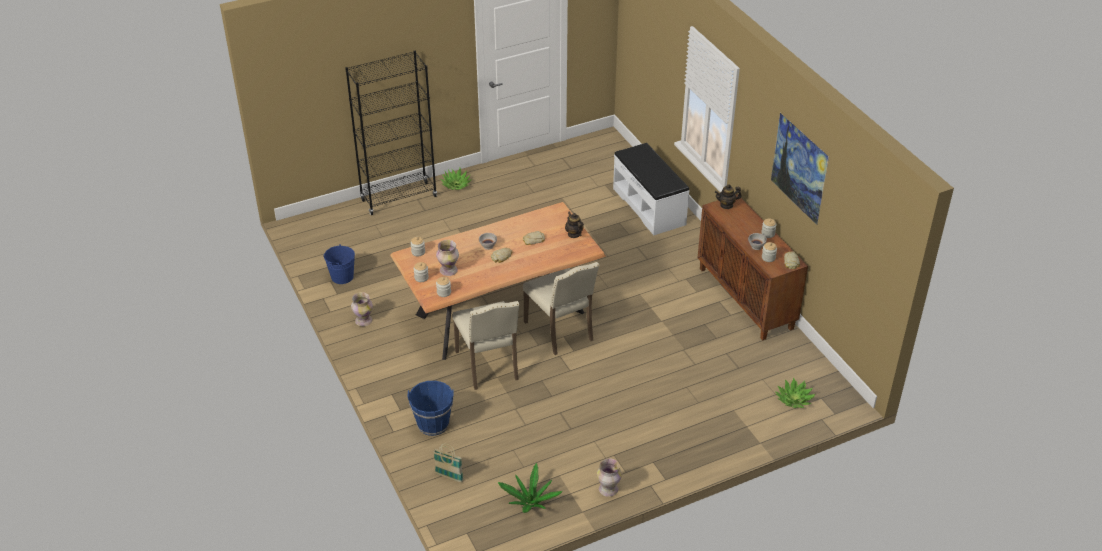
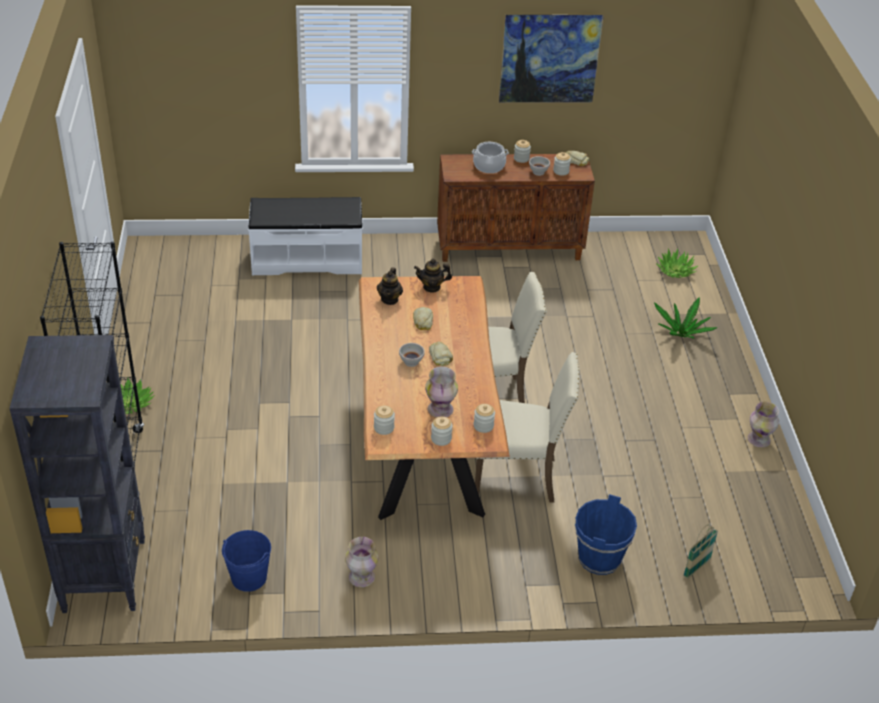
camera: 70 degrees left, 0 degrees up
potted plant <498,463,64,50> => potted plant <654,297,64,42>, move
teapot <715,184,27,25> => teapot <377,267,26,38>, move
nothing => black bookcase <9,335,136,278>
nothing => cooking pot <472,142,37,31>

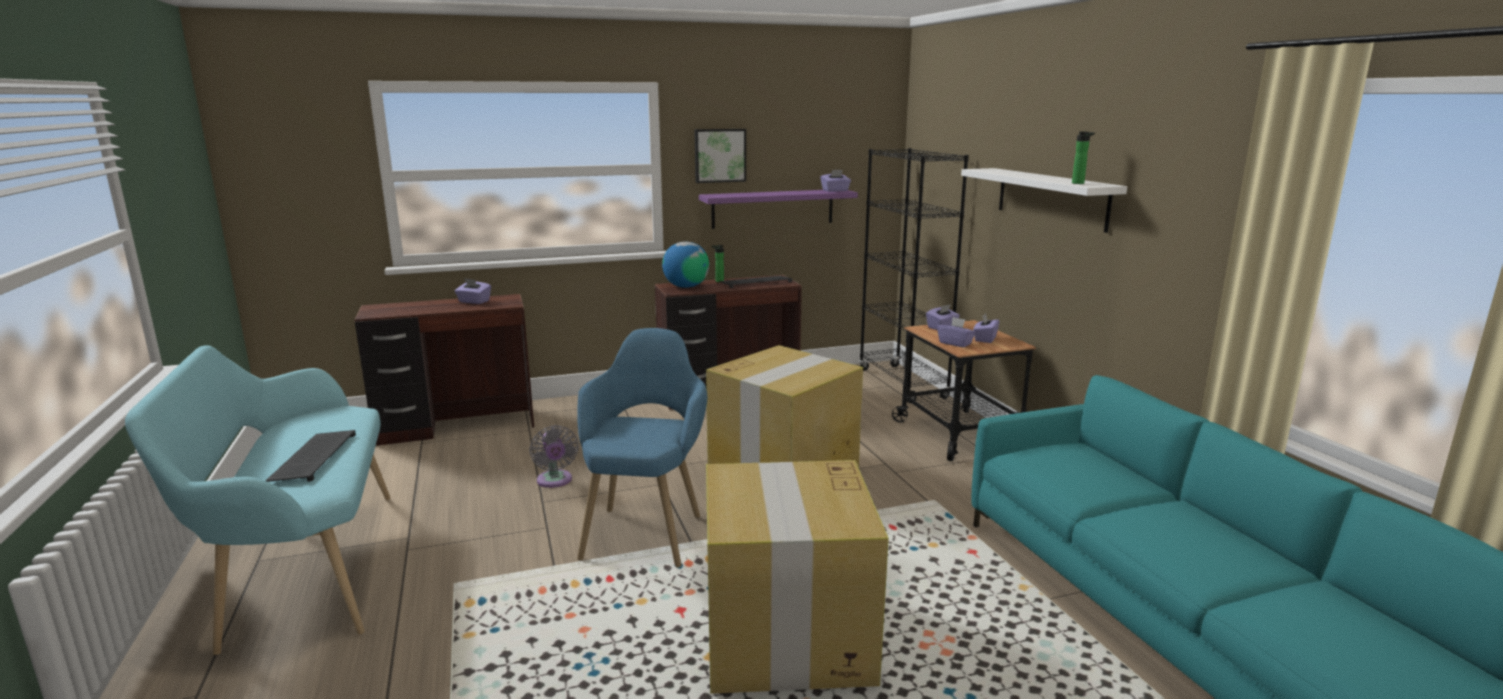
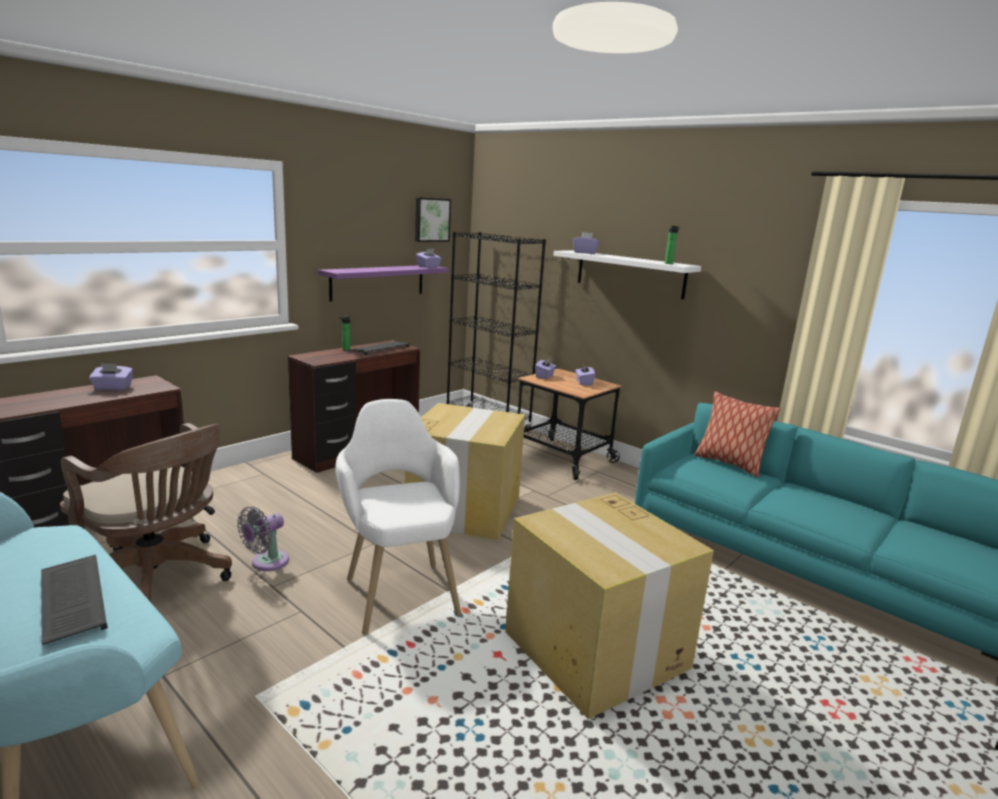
camera: 30 degrees left, 0 degrees up
grey fan <529,425,50,63> => grey fan <237,506,52,65>, 90 degrees clockwise
blue armchair <577,328,130,239> => white armchair <335,399,127,236>
globe <662,242,47,46> => nothing
picture <694,129,52,54> => picture <415,197,36,45>, move
purple tissue box <937,317,39,30> => purple tissue box <573,232,26,22>, move
nothing => brown office chair <60,423,172,178>
nothing => pillow <695,391,86,86>

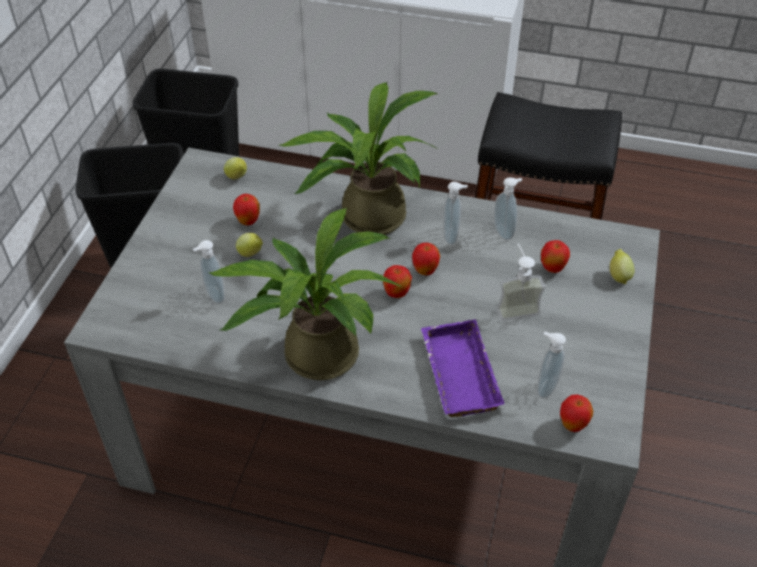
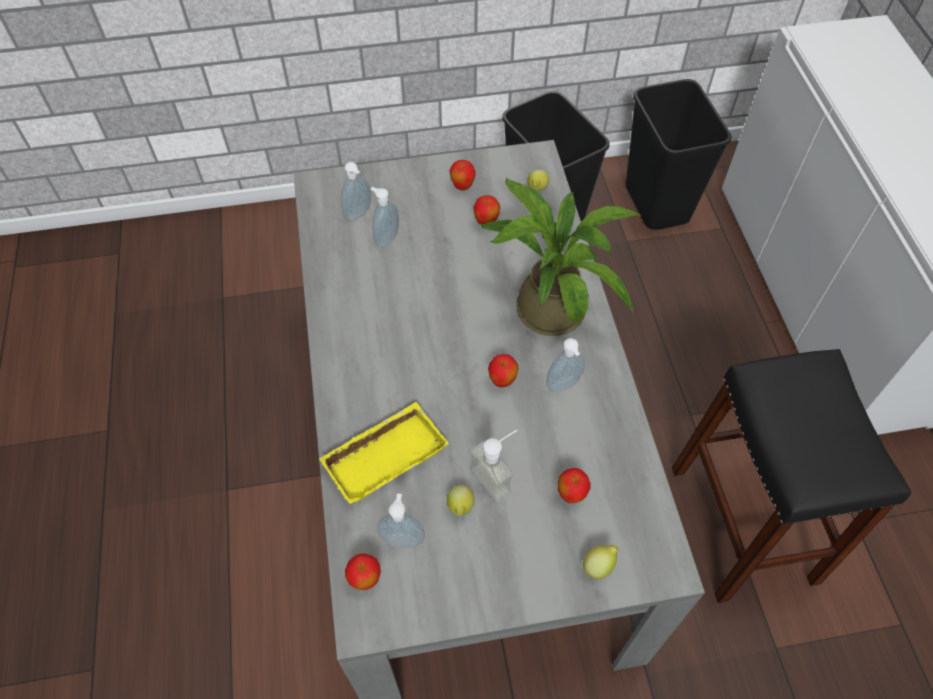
camera: 65 degrees right, 10 degrees up
potted plant <208,208,193,172> => nothing
lemon <236,233,27,24> => lemon <447,485,28,31>, move
apple <383,265,29,33> => apple <450,160,26,30>, move
purple tray <421,319,84,98> => yellow tray <319,402,130,102>
soap dispenser <494,177,28,63> => soap dispenser <341,162,30,58>, move

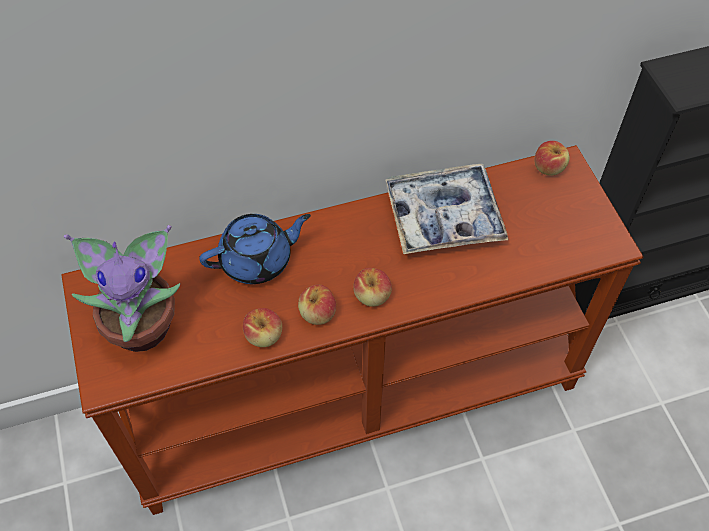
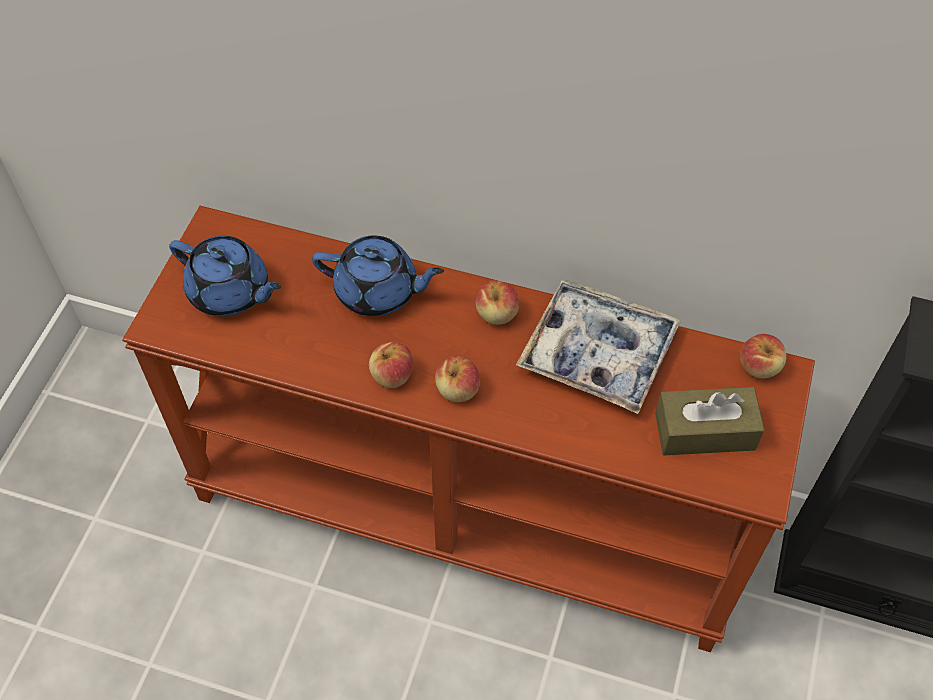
camera: 35 degrees right, 0 degrees up
potted plant <64,225,116,127> => blue teapot <169,236,112,81>
apple <243,308,39,39> => apple <476,280,43,45>, move
nothing => brown tissue box <655,387,110,68>

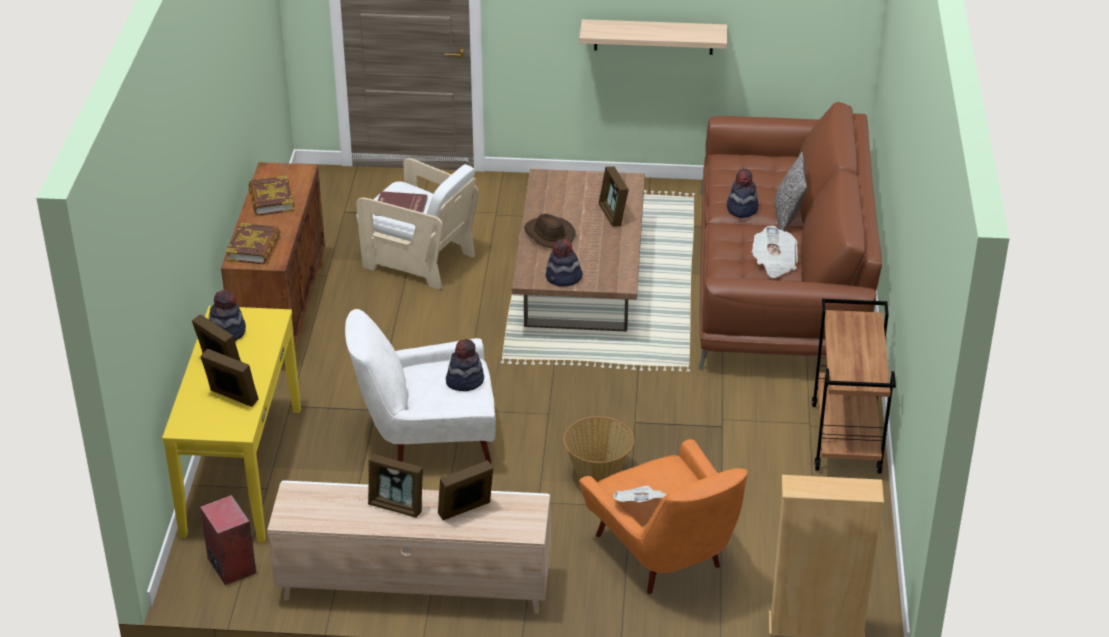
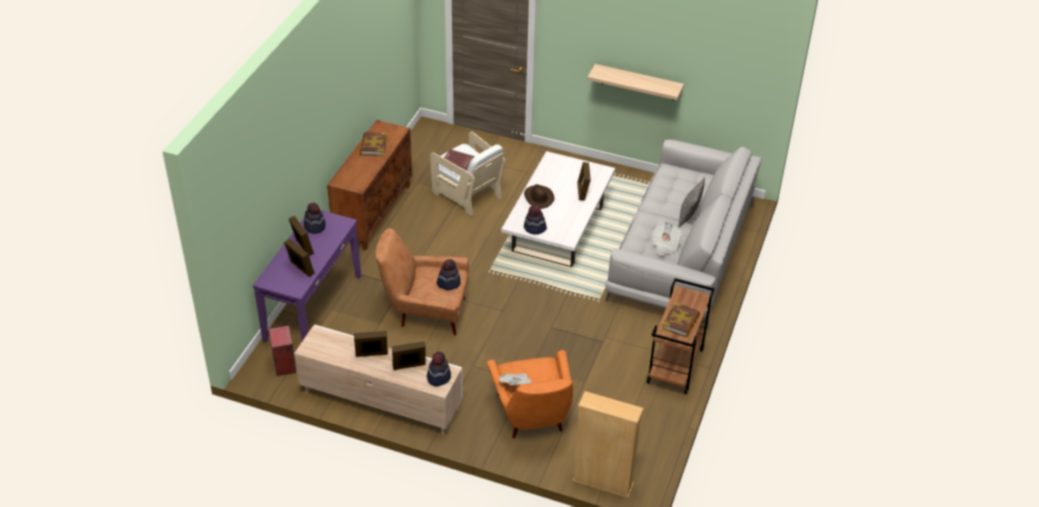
camera: 15 degrees right, 5 degrees up
yellow console table <162,306,139,236> => purple console table <253,210,108,132>
book <226,223,55,41> => book <662,302,38,35>, move
white armchair <345,309,151,155> => brown armchair <375,228,94,107>
picture frame <368,454,55,64> => picture frame <354,331,34,26>, 135 degrees clockwise
brown coffee table <512,169,133,163> => white coffee table <501,151,114,116>
basket <563,416,71,66> => nothing
brown sofa <699,102,183,268> => grey sofa <605,139,156,190>
hat <727,169,32,49> => hat <427,352,24,34>, move

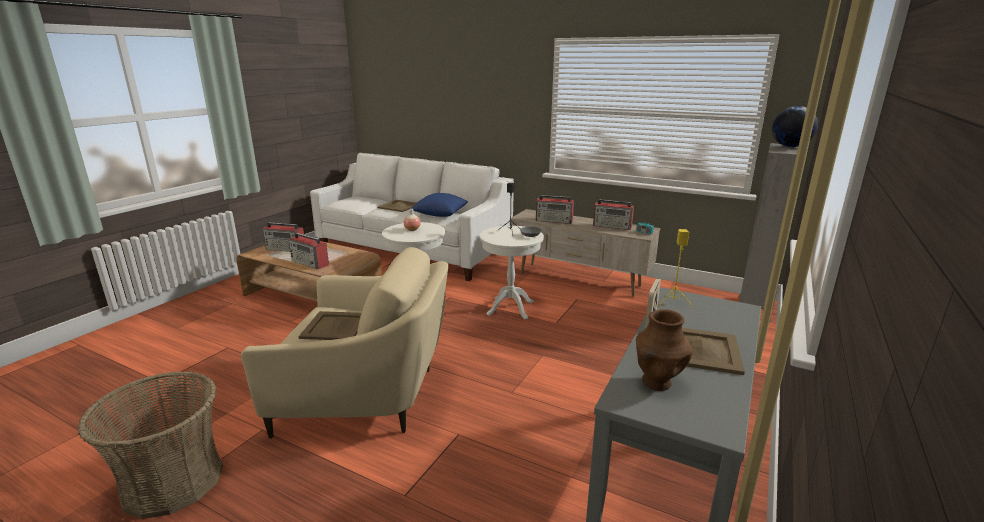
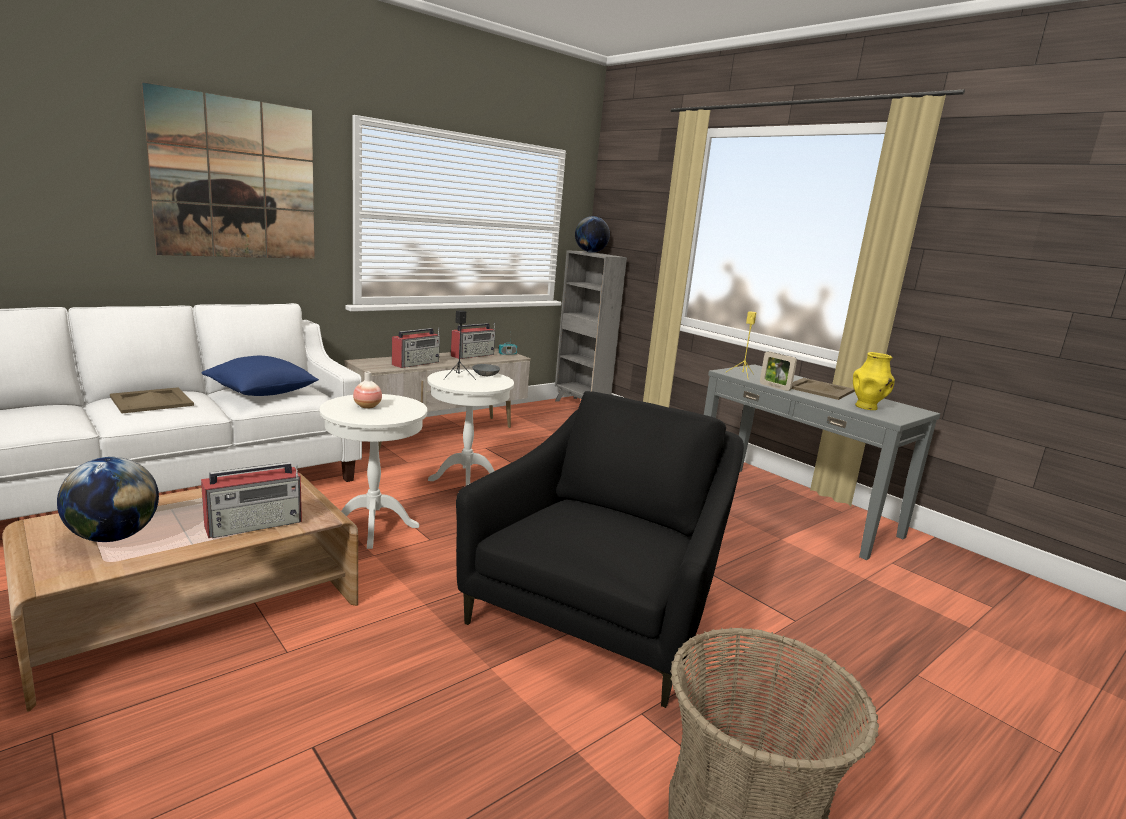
camera: 70 degrees left, 5 degrees down
beige armchair <241,247,207,191> => black armchair <456,391,288,317>
radio <263,222,41,30> => globe <57,457,102,85>
beige tray <299,311,63,29> => nothing
brown vase <636,309,56,82> => yellow vase <853,352,42,58>
nothing => picture <142,82,173,177>

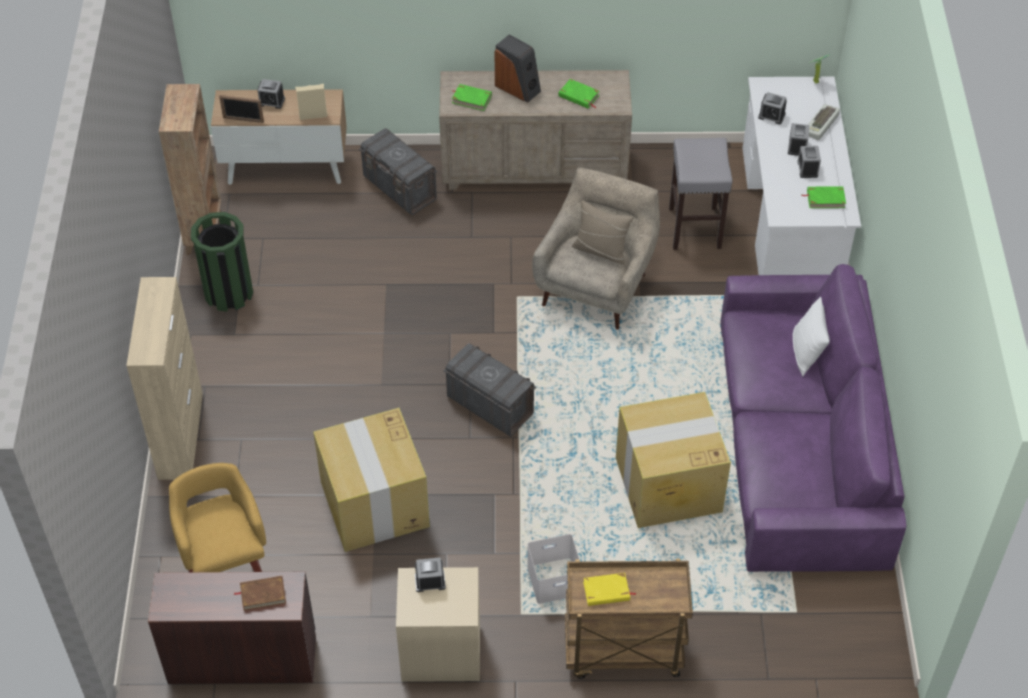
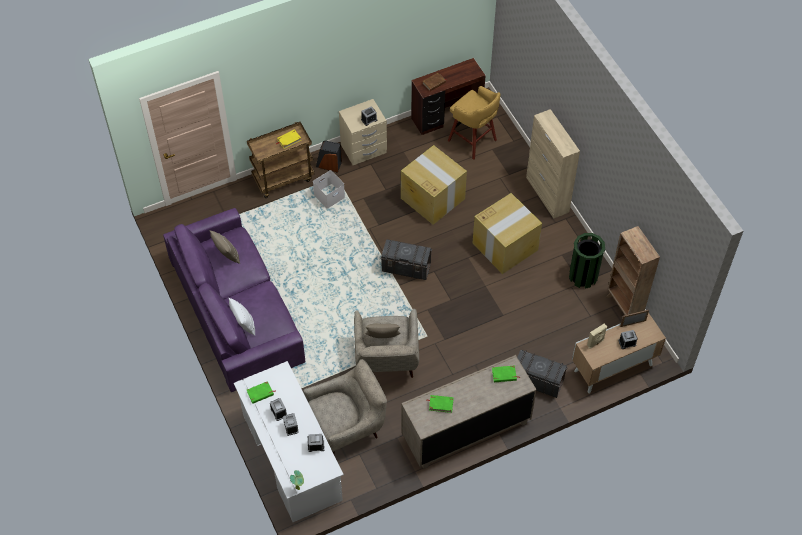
camera: 155 degrees right, 5 degrees up
speaker <495,34,46,69> => speaker <316,141,26,32>, move
cardboard box <616,392,115,136> => cardboard box <472,193,70,81>, move
grey stool <669,138,64,112> => beige armchair <303,359,84,95>
keyboard <808,104,32,36> => nothing
nothing => beige pillow <210,231,30,33>

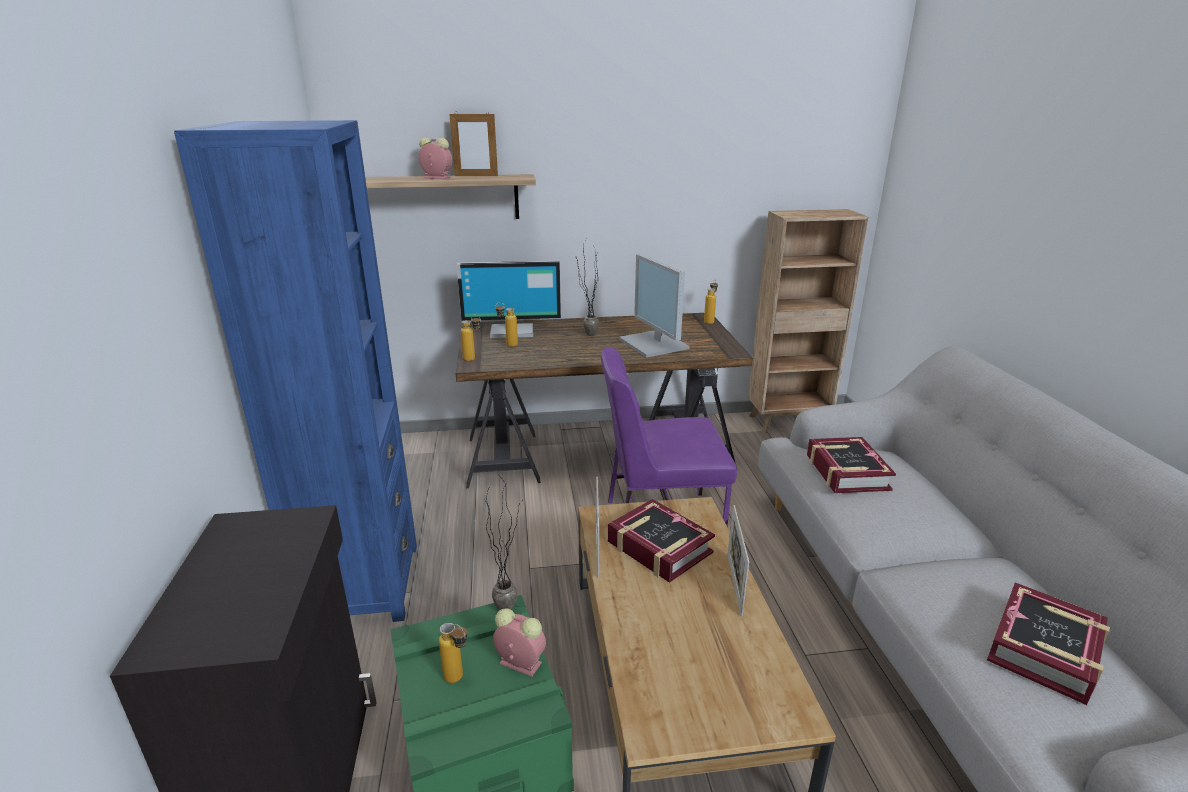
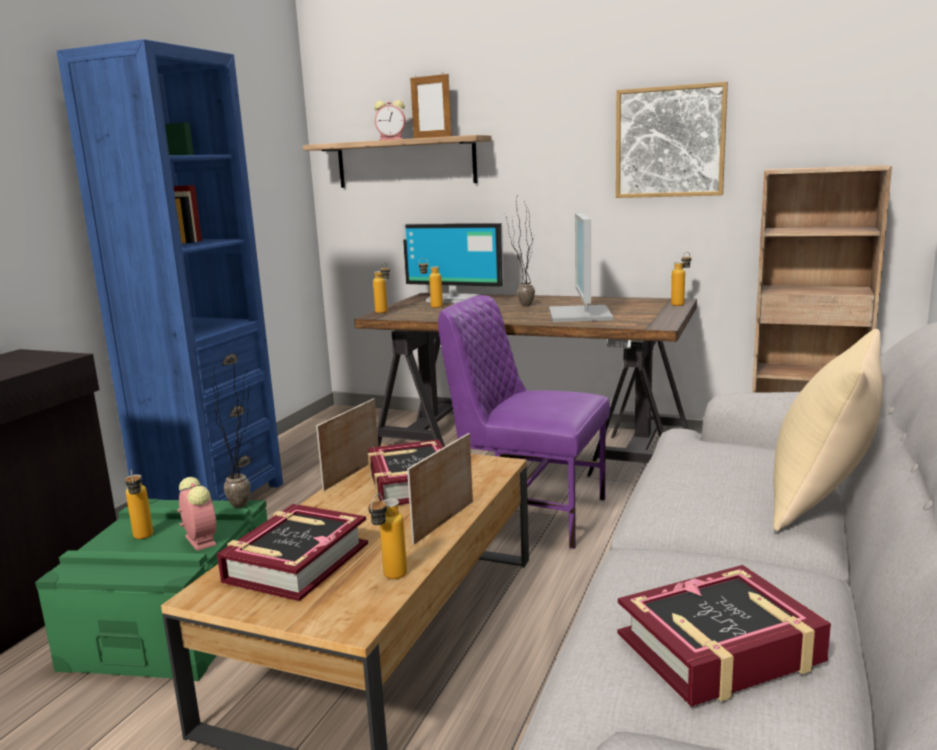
camera: 30 degrees right, 10 degrees down
alarm clock <419,137,33,42> => alarm clock <374,100,32,40>, 135 degrees clockwise
book <807,437,89,56> => book <217,504,151,97>, move
nothing => bottle <368,494,39,85>
nothing => picture <616,82,112,116>
nothing => beige pillow <773,329,110,202>

